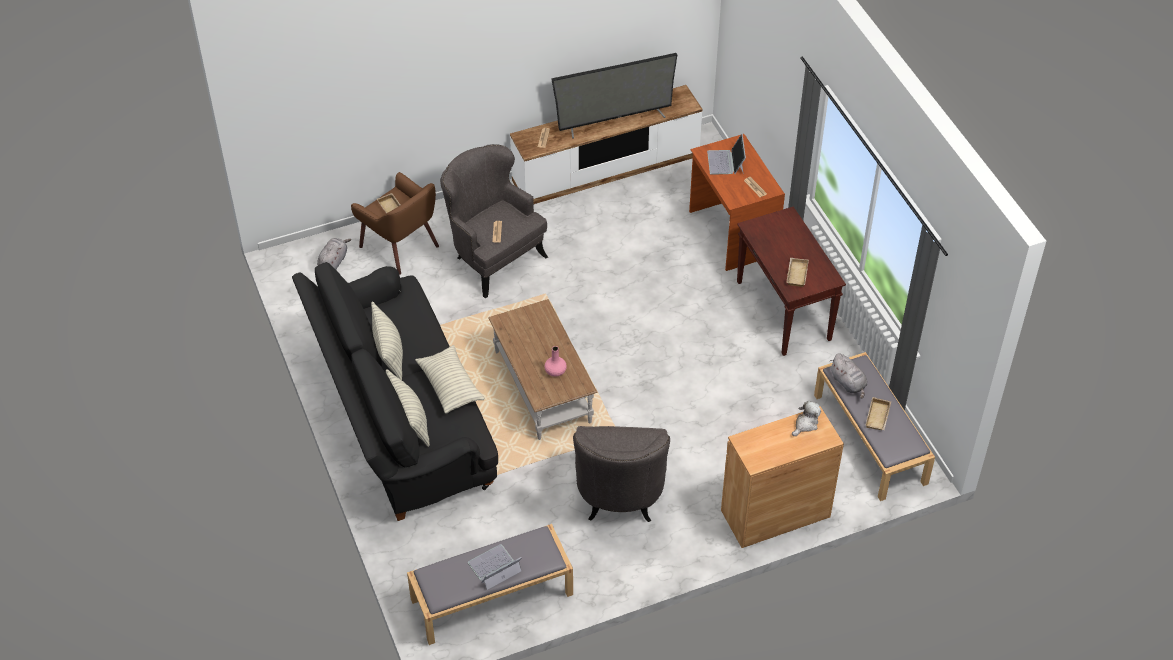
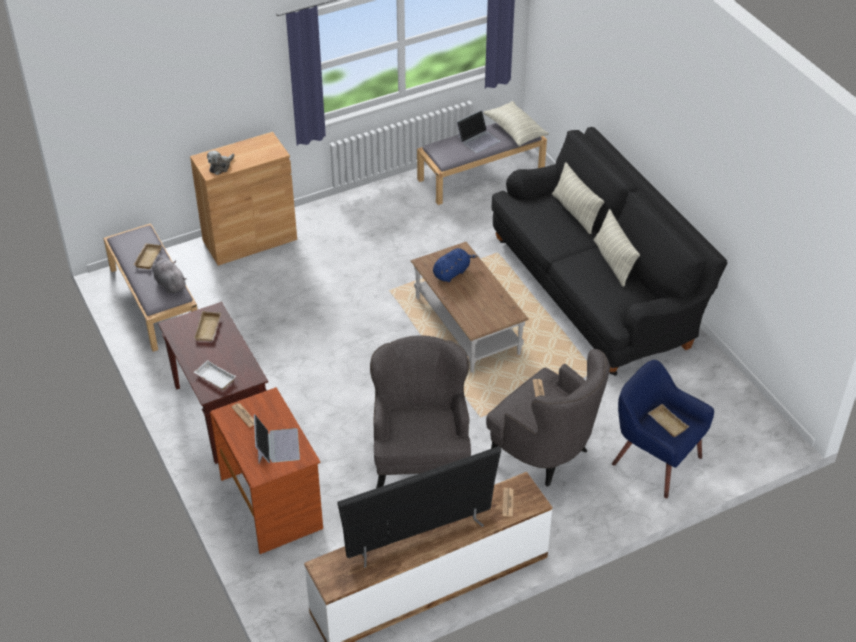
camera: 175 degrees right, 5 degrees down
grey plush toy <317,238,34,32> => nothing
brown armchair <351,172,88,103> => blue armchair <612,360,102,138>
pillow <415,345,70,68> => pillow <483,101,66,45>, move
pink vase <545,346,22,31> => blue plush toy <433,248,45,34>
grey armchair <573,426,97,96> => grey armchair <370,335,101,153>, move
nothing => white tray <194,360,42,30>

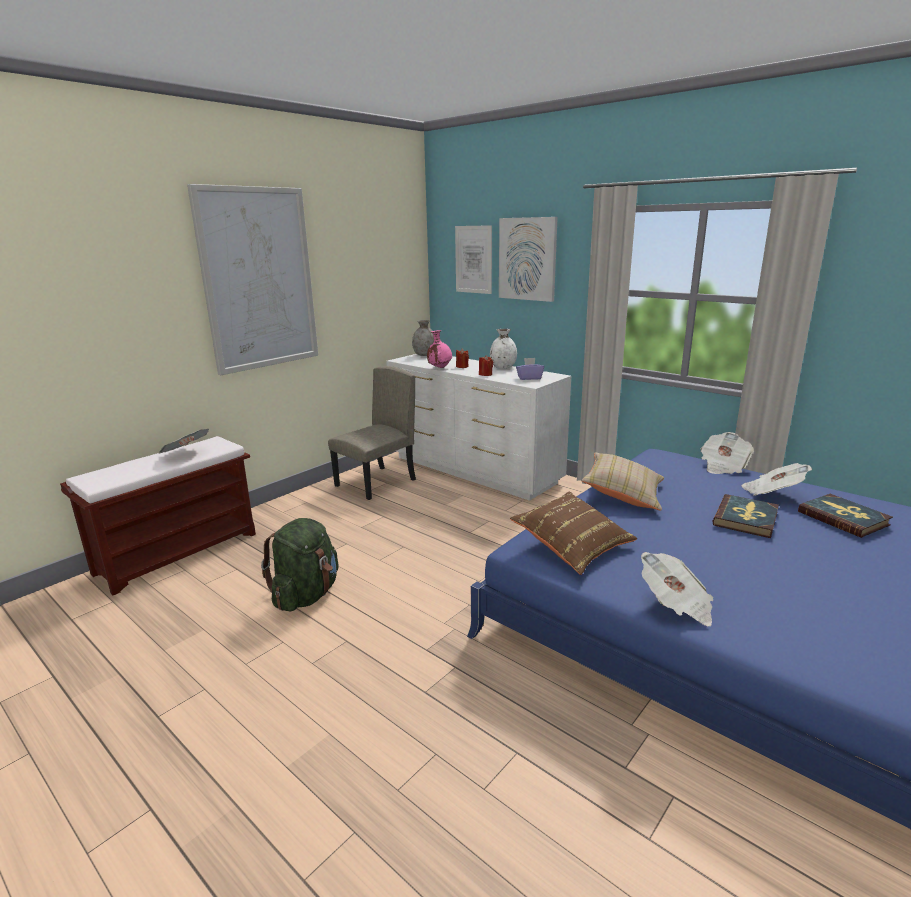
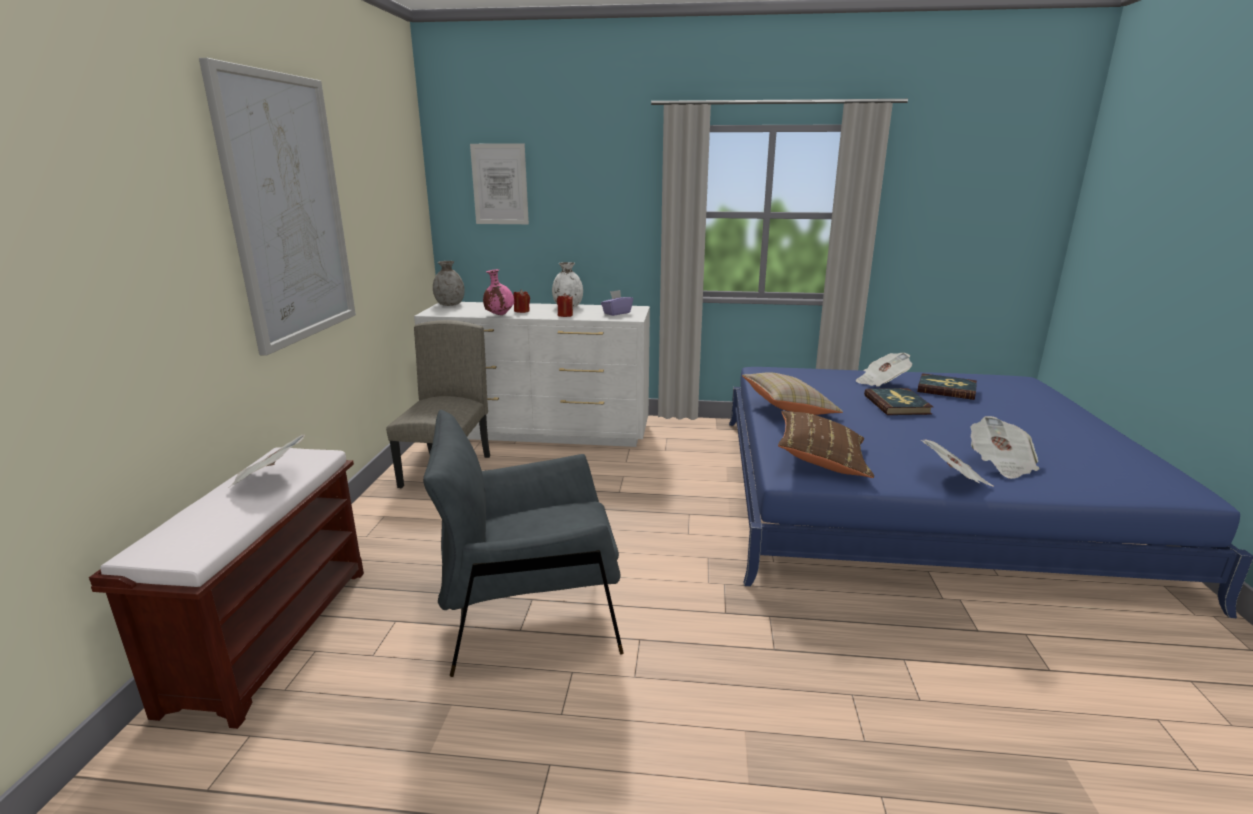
camera: 35 degrees left, 0 degrees up
green backpack <261,518,78,93> => grey armchair <423,410,201,267>
picture <499,217,59,85> => nothing
newspaper <700,432,54,42> => newspaper <970,416,69,63>, move

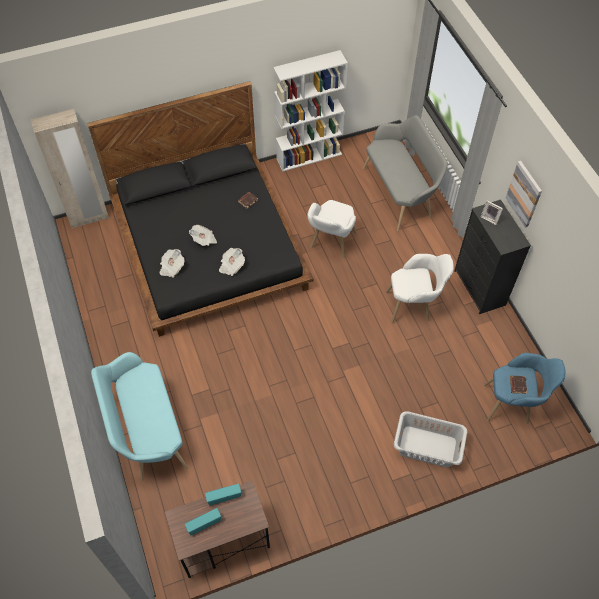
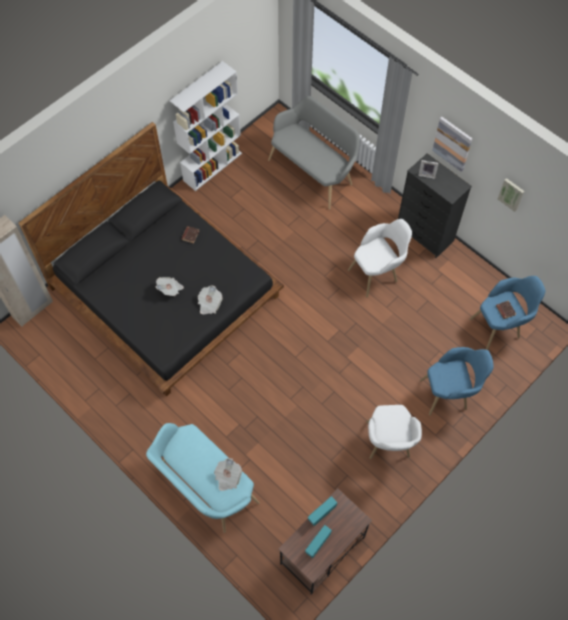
camera: 25 degrees left, 5 degrees up
newspaper <159,249,25,28> => newspaper <214,458,28,33>, move
white armchair <307,200,50,59> => white armchair <366,405,56,54>, move
grey laundry basket <394,411,73,57> => blue armchair <420,347,74,69>
nothing => picture <498,178,26,34>

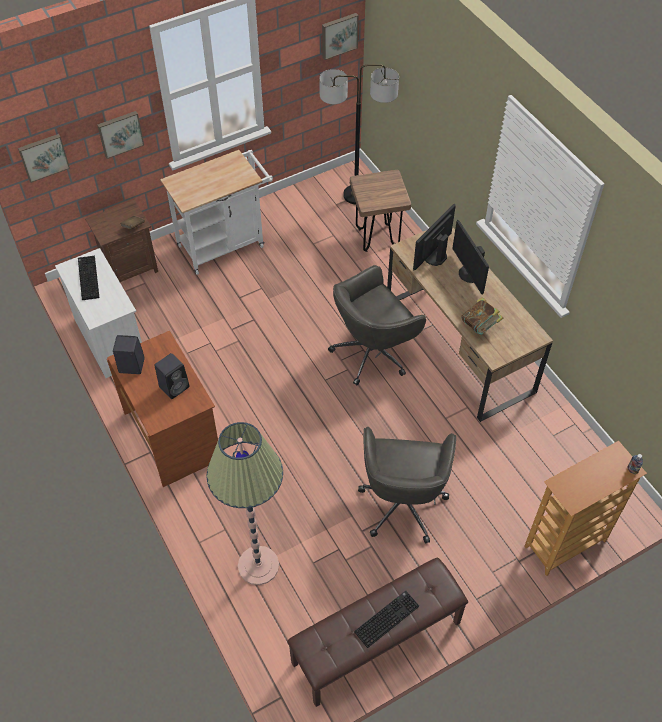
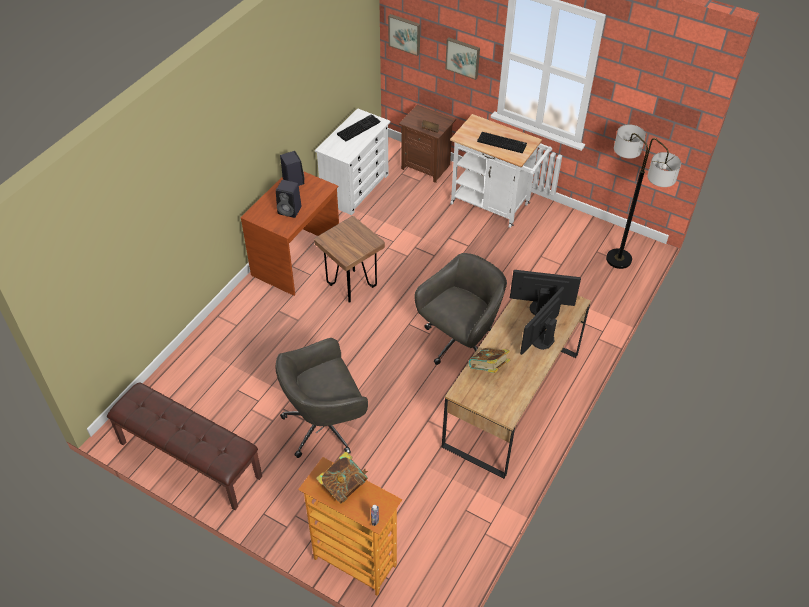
camera: 60 degrees right, 5 degrees down
floor lamp <206,422,77,163> => nothing
picture <322,13,37,47> => nothing
grey office chair <328,265,98,121> => grey office chair <415,253,92,112>, 105 degrees clockwise
brown stool <350,170,61,82> => brown stool <314,216,71,87>, move
keyboard <354,591,65,57> => keyboard <477,132,50,21>, move
nothing => book <316,451,52,52>

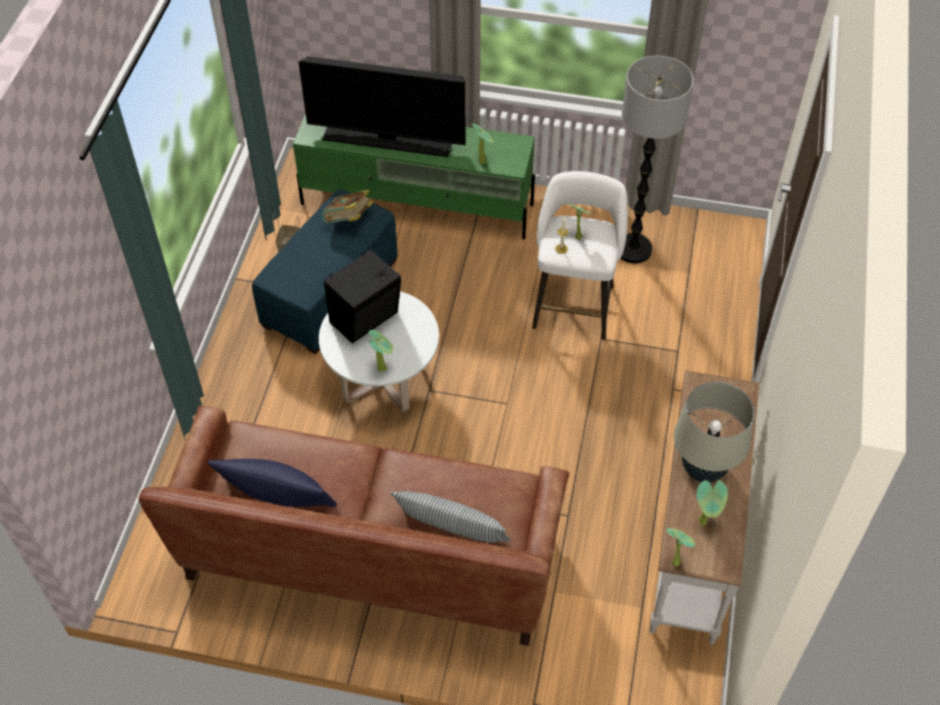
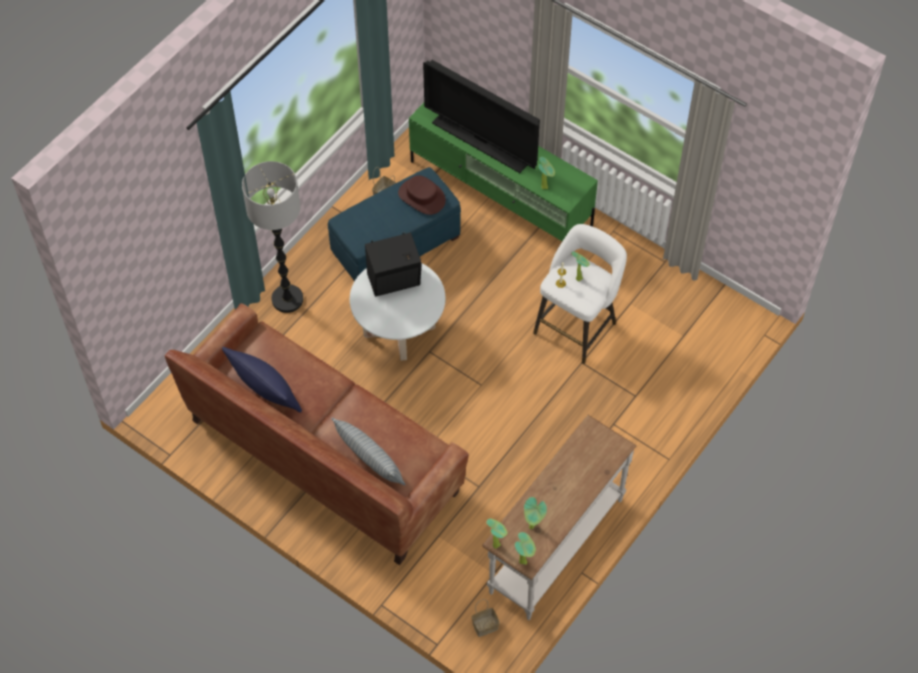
camera: 25 degrees right, 5 degrees up
book <321,189,52,35> => brown hat <398,175,48,40>
potted plant <368,330,25,42> => potted plant <515,532,21,33>, move
floor lamp <620,56,74,207> => floor lamp <242,161,61,152>, move
beige table lamp <674,382,81,100> => nothing
nothing => basket <472,599,28,38>

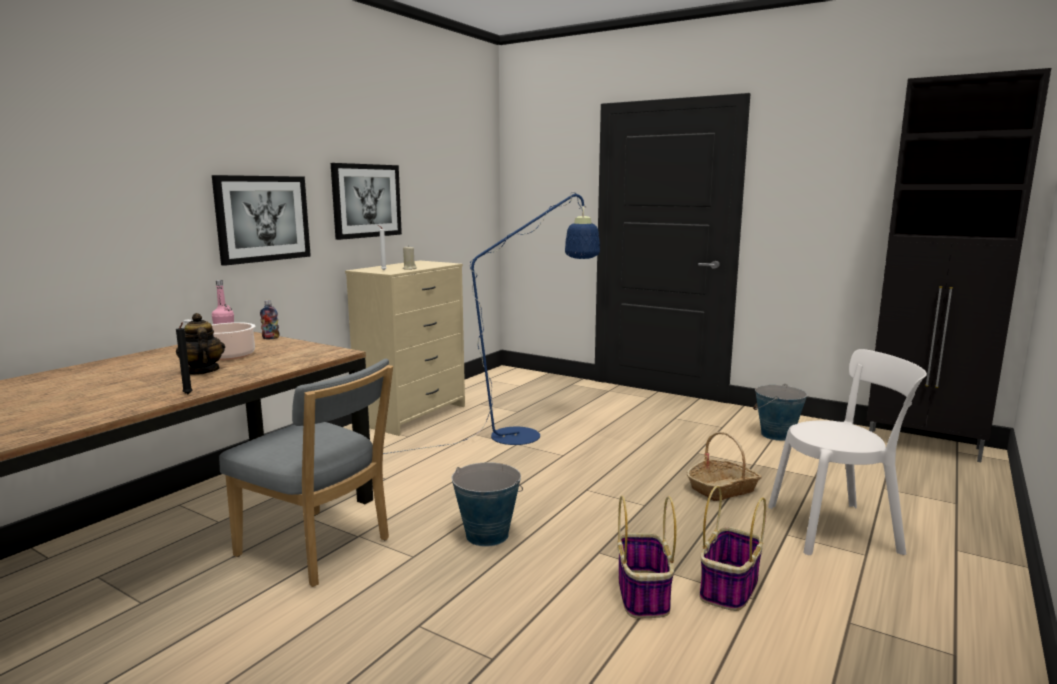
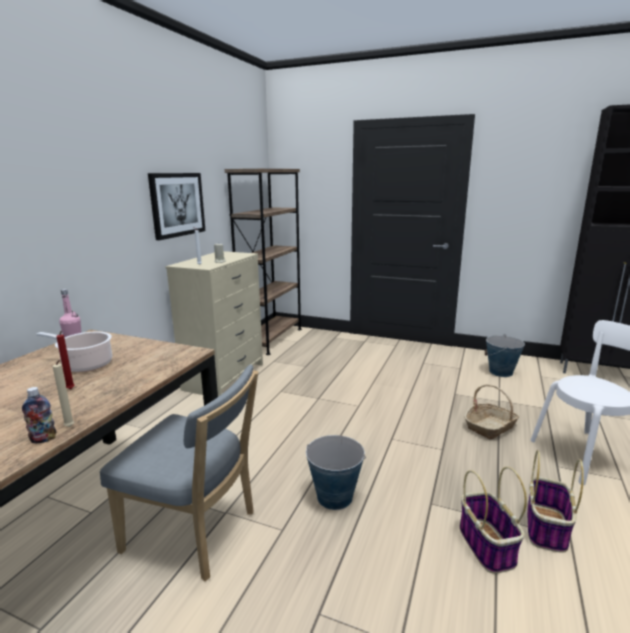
camera: 10 degrees left, 5 degrees up
teapot <176,313,49,62> => red candle <56,331,19,58>
black candle <176,322,16,72> => beige candle <52,360,22,67>
picture <212,175,99,91> => nothing
bottle <260,300,20,39> => bottle <22,387,34,56>, move
blue floor lamp <383,192,217,262> => nothing
nothing => brown bookcase <225,169,77,186>

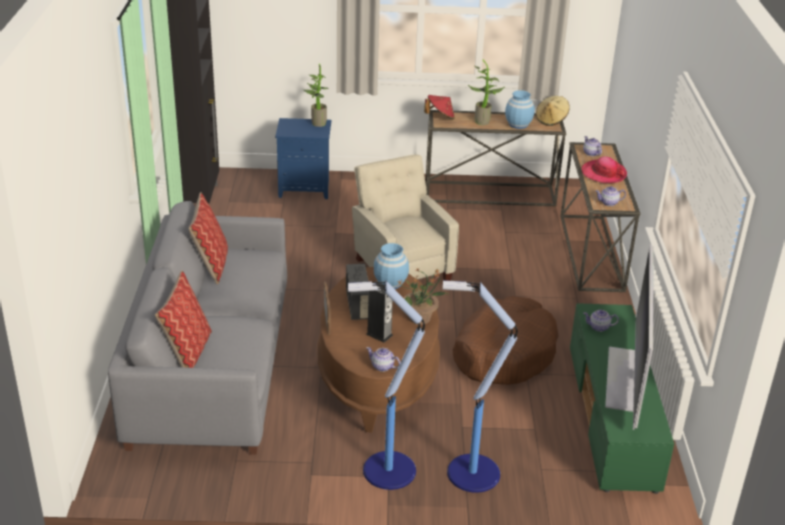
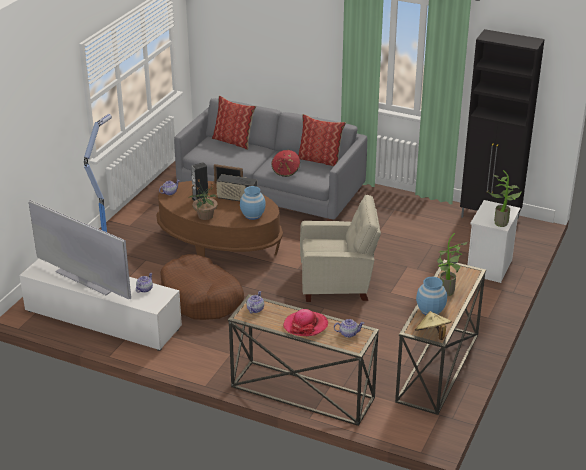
camera: 115 degrees right, 0 degrees up
blue nightstand <275,118,56,81> => white nightstand <467,200,53,83>
floor lamp <348,280,77,210> => nothing
red hat <424,95,31,24> => red hat <272,150,28,27>, move
green tv stand <570,303,104,191> => white tv stand <19,258,163,93>

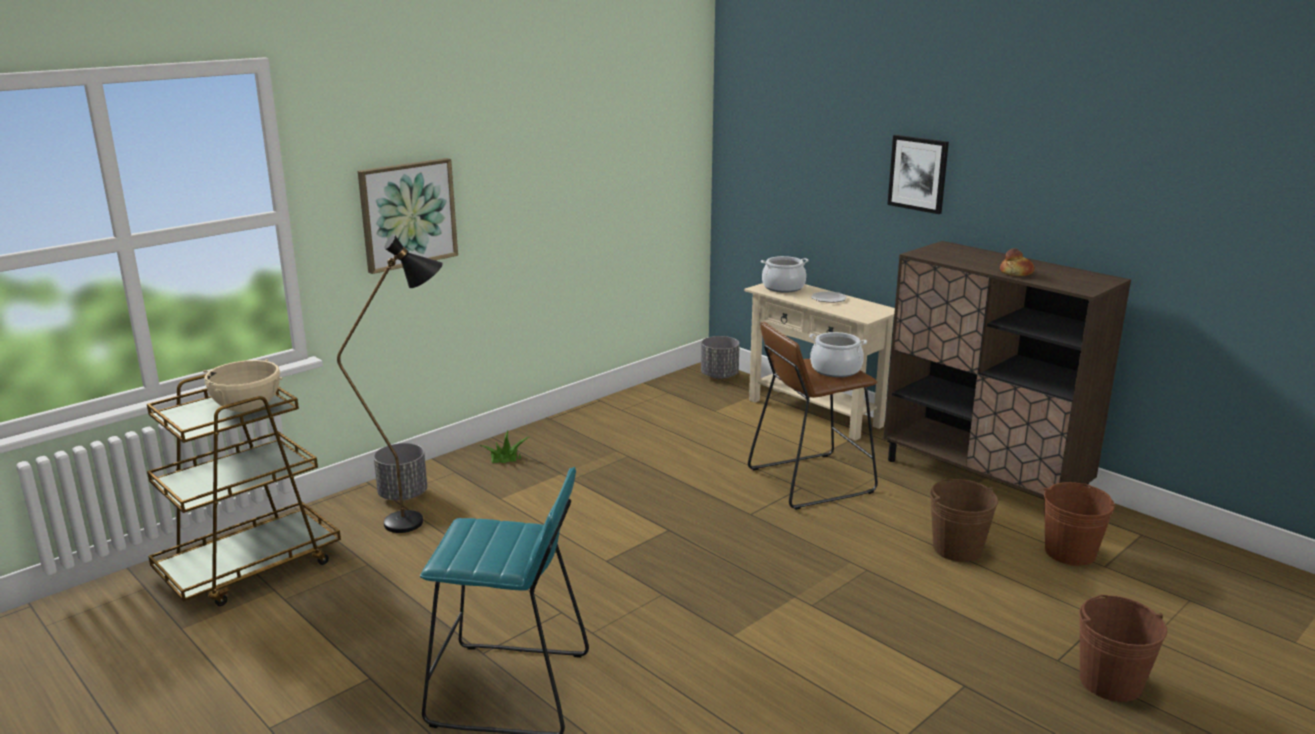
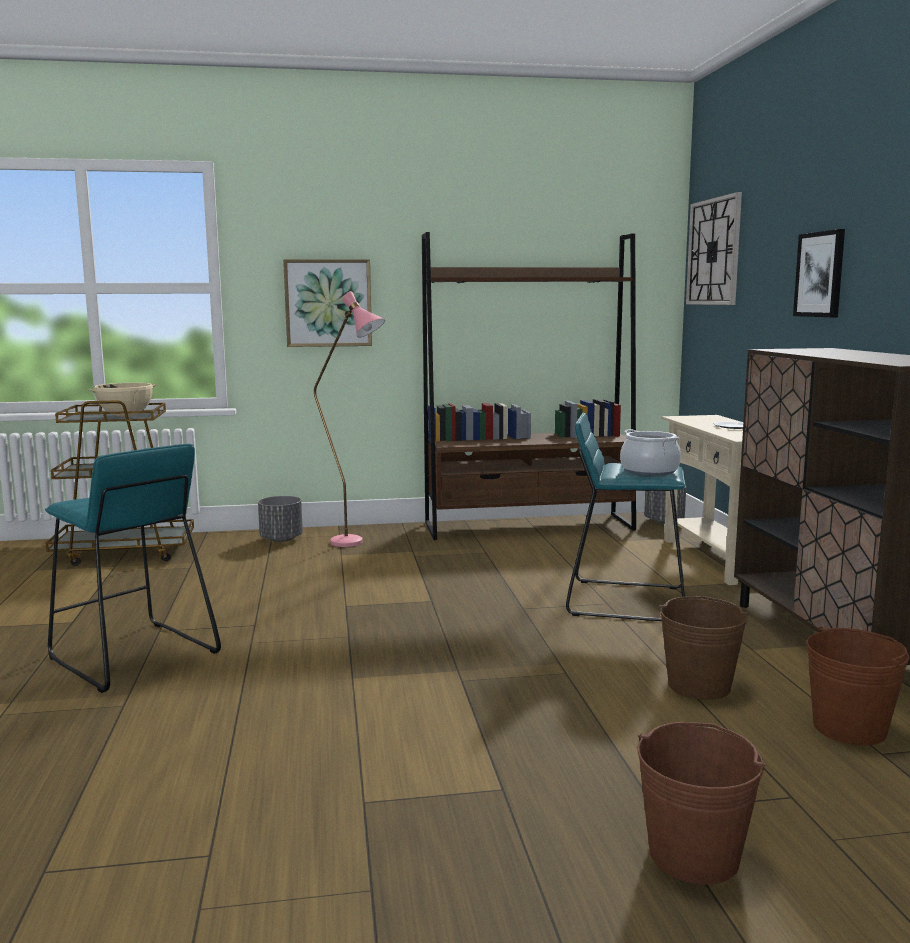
camera: 35 degrees right, 10 degrees down
black floor lamp <337,234,106,299> => nothing
potted plant <478,431,51,32> => nothing
brown stool <748,322,130,188> => turquoise stool <566,412,120,209>
cooking pot <761,256,48,36> => nothing
bread <1000,248,35,28> => nothing
nothing => pink floor lamp <314,291,71,256>
nothing => brown bookcase <422,232,214,308>
nothing => wall clock <686,192,56,113>

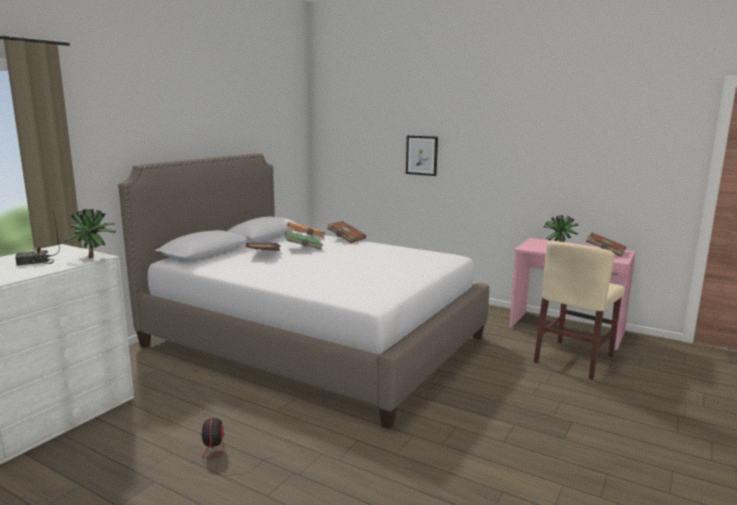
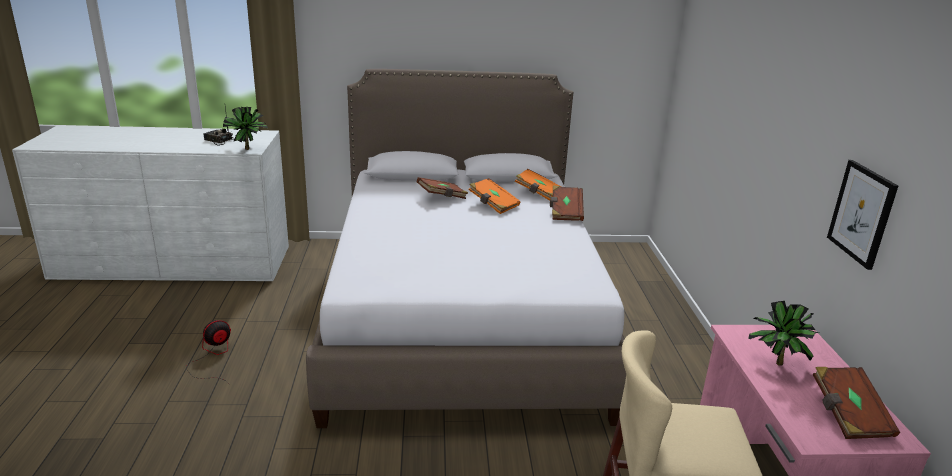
camera: 55 degrees right, 10 degrees up
green book <285,231,38,19> => orange book <469,178,52,36>
picture <406,135,32,41> => picture <827,160,71,110>, move

